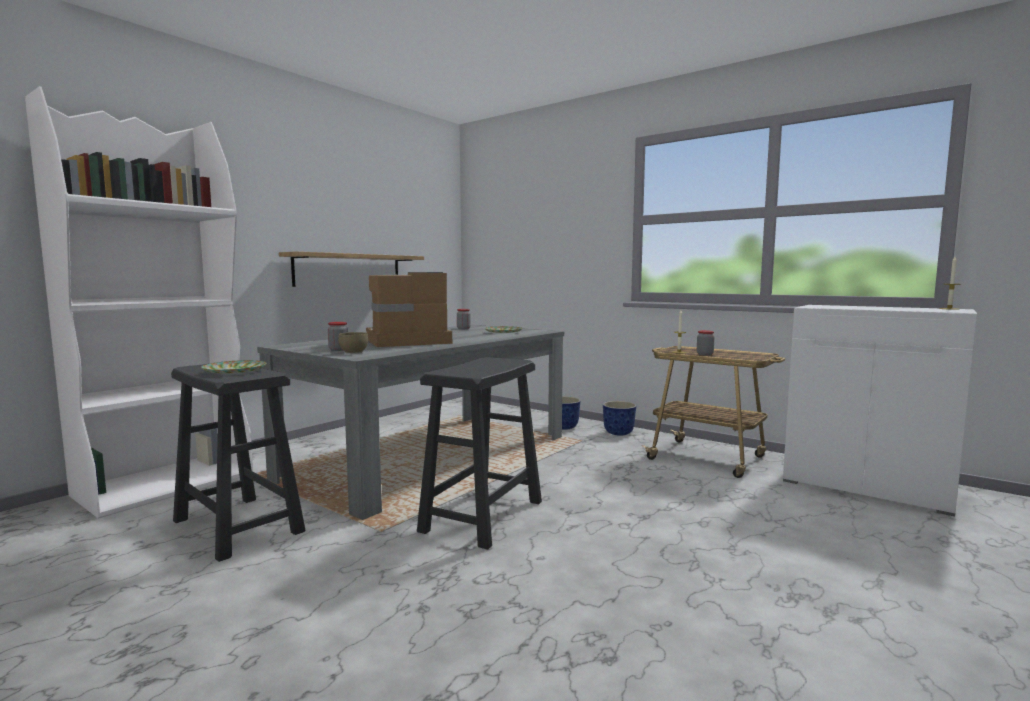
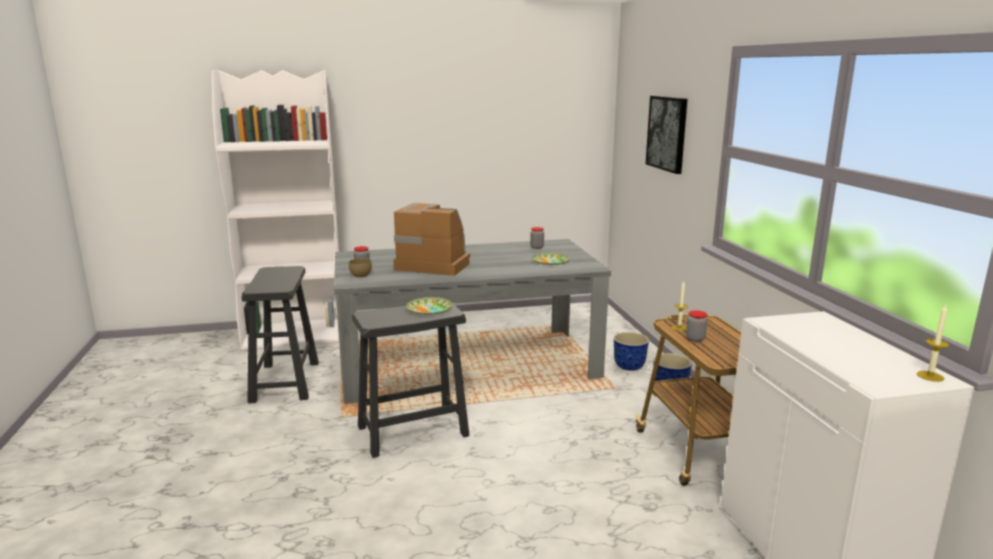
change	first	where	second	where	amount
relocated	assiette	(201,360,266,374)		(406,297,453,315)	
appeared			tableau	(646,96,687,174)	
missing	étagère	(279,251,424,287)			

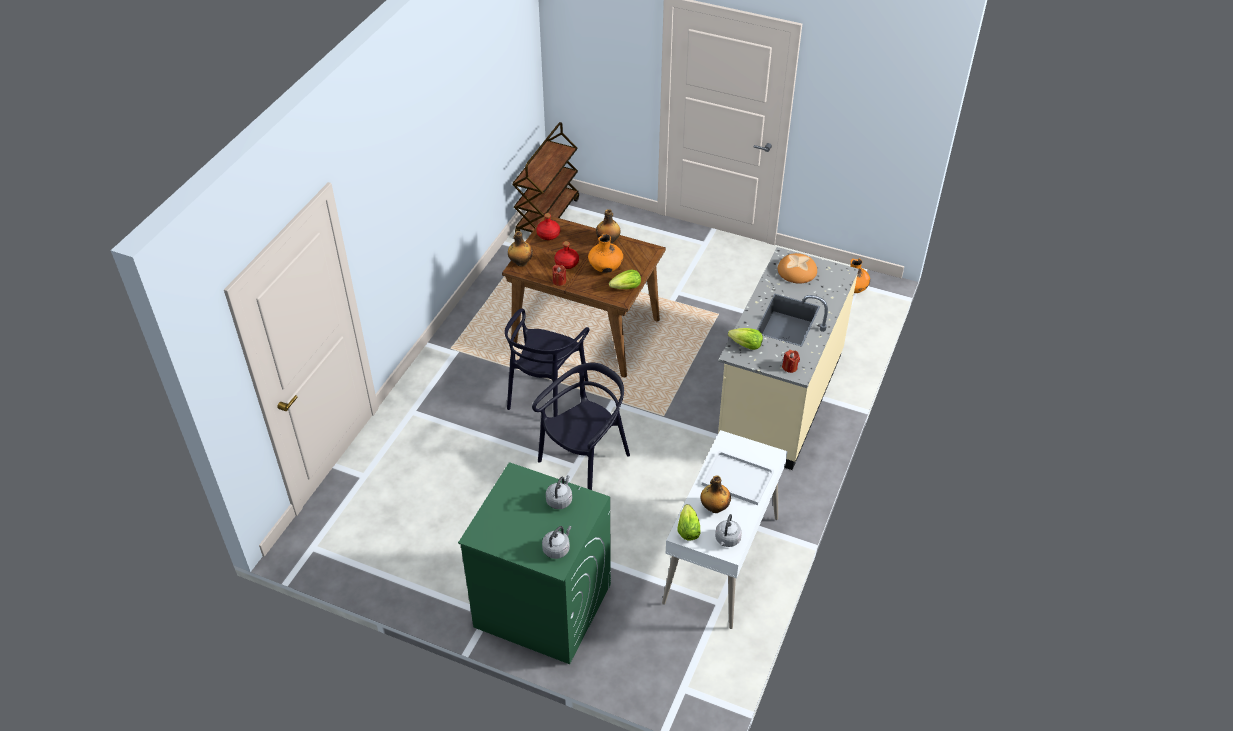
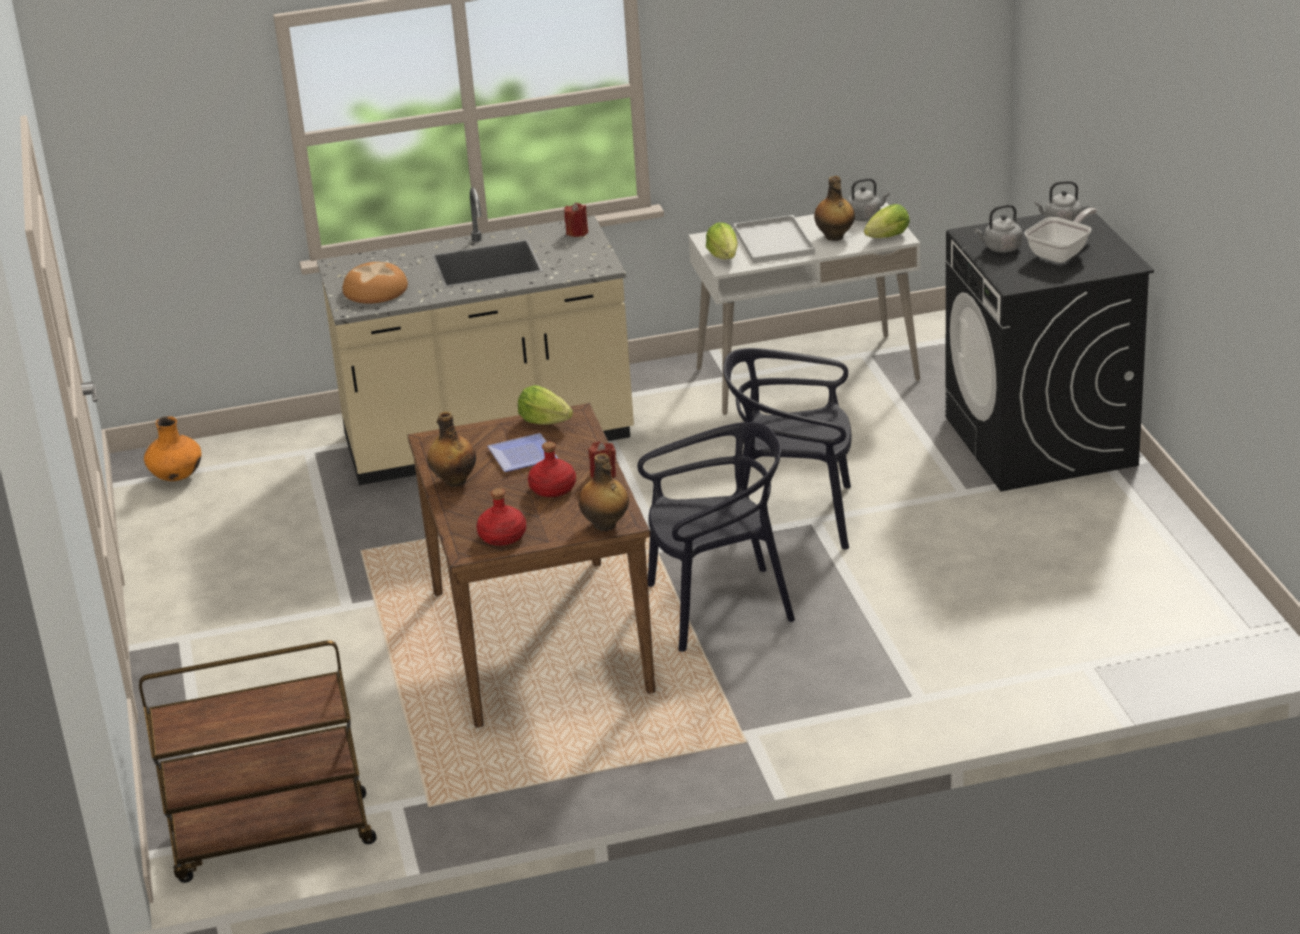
change	first	where	second	where	amount
exchanged	vase (orange)	(588,234,623,273)	assiette	(488,433,558,472)	
relocated	laitue	(728,328,763,350)		(706,223,737,259)	
colour	lave-linge (vert)	(458,462,611,664)	lave-linge (noir)	(945,206,1154,491)	
appeared			poêle	(1025,207,1097,263)	

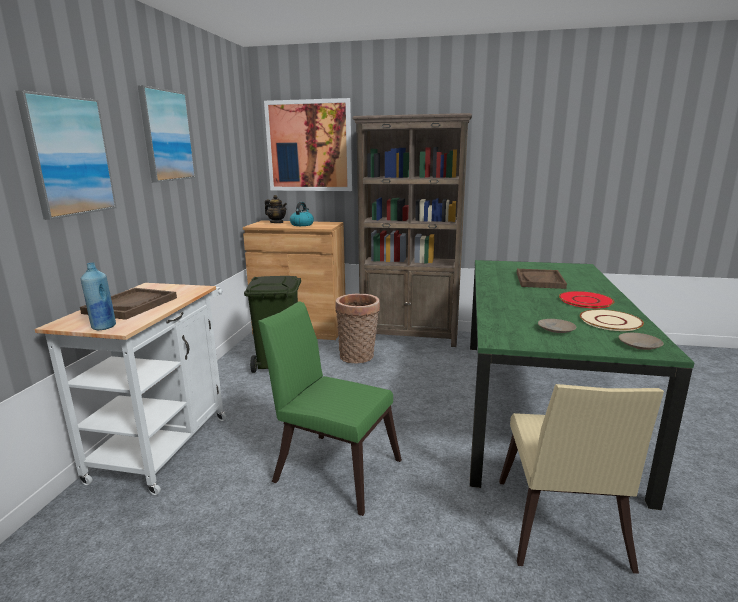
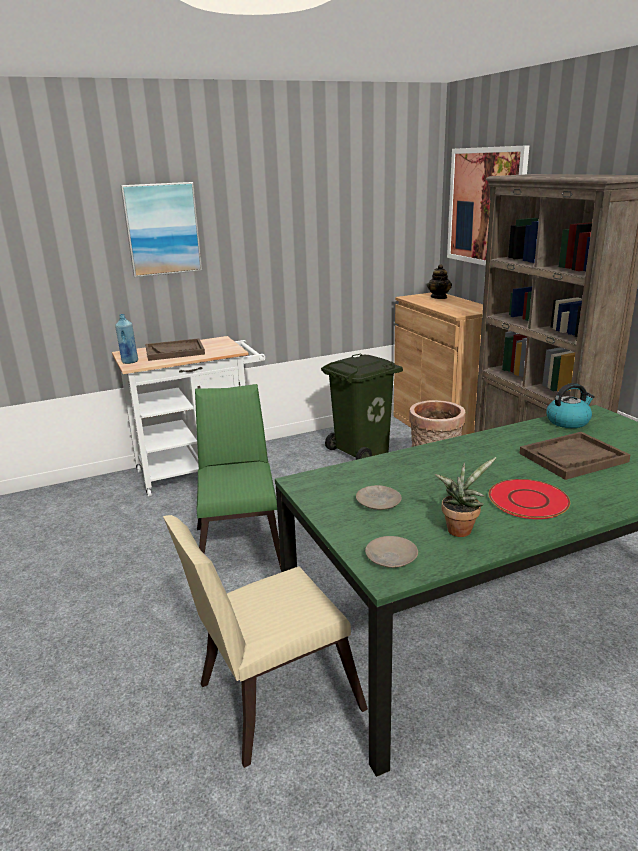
change	first	where	second	where	amount
exchanged	assiette (beige)	(580,309,644,331)	plante en pot	(435,457,497,537)	
relocated	bouilloire	(290,202,314,226)		(546,383,595,428)	
missing	tableau	(138,85,196,182)			

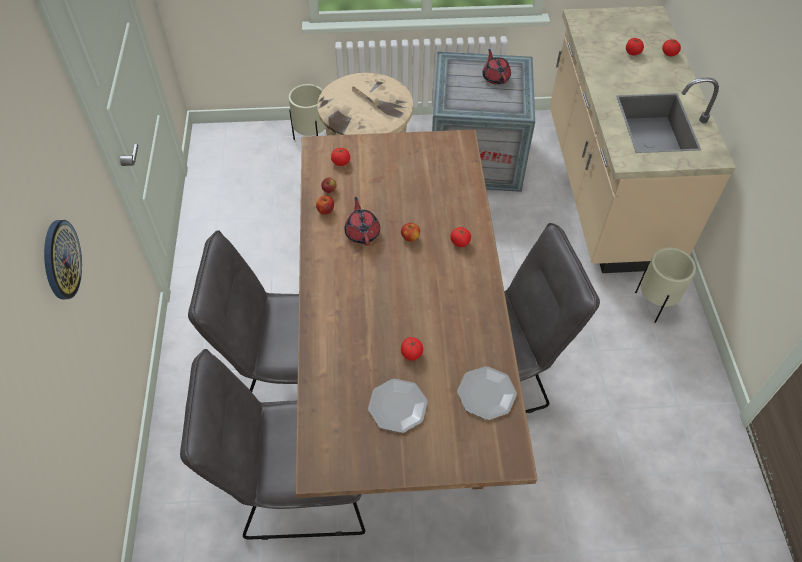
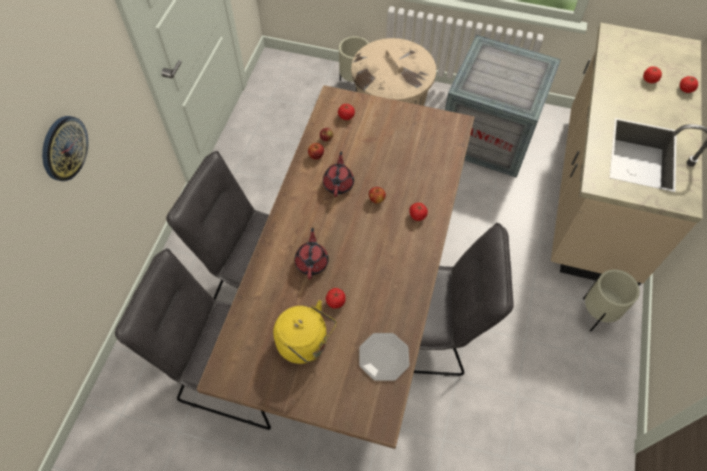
change	first	where	second	where	amount
exchanged	assiette	(368,379,428,433)	bouilloire (jaune)	(273,300,336,364)	
relocated	théière (rouge)	(482,49,511,85)		(295,228,329,279)	

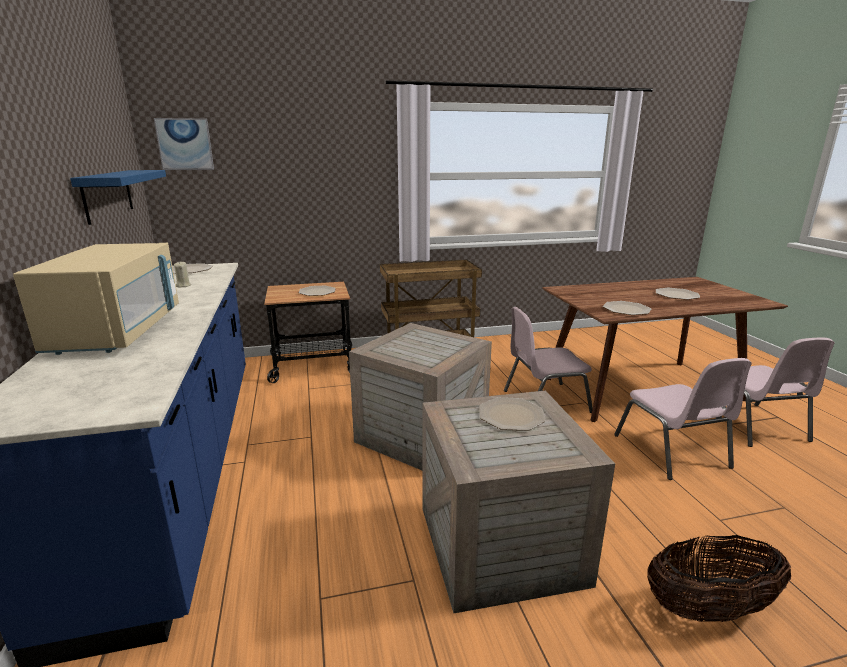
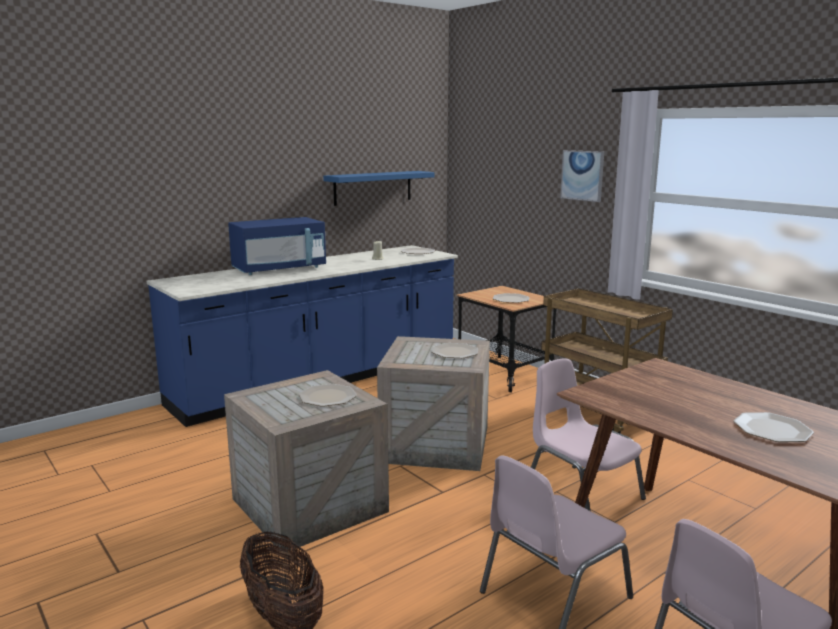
change	first	where	second	where	amount
colour	micro-ondes (beige)	(13,243,179,355)	micro-ondes (bleu)	(228,217,326,275)	
relocated	assiette	(603,301,651,315)		(432,343,478,358)	
relocated	tableau	(154,118,214,170)		(560,150,604,202)	

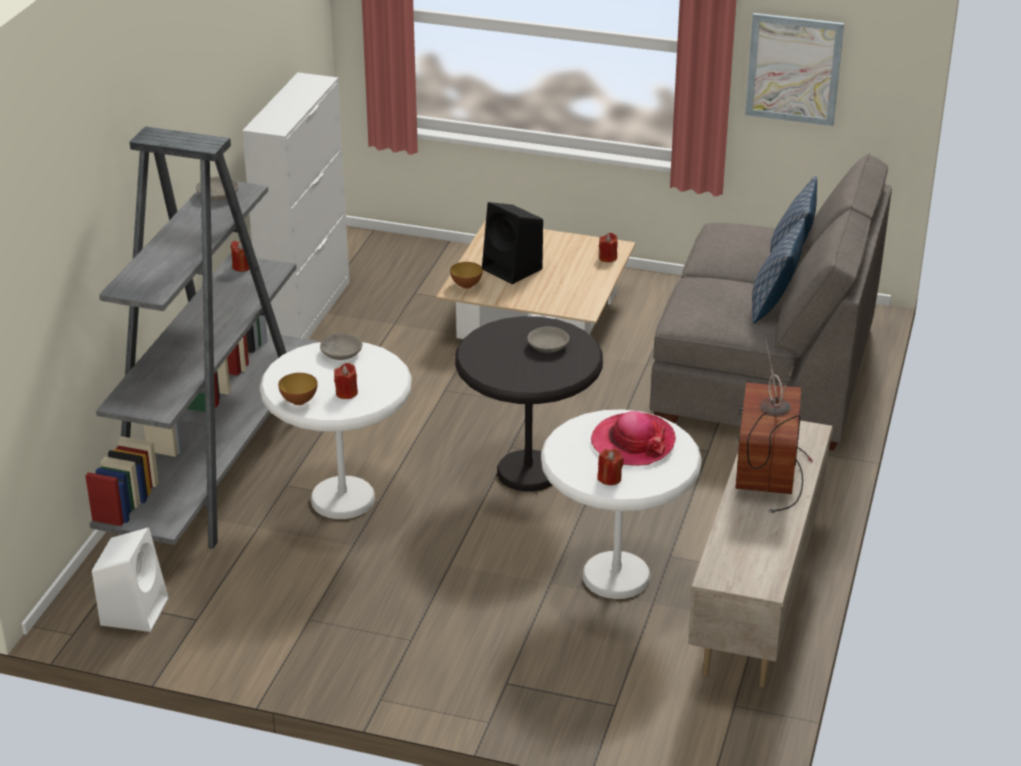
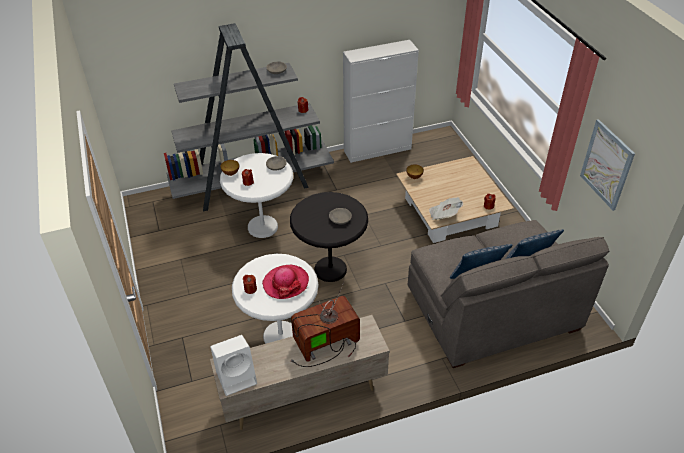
change	first	where	second	where	amount
relocated	enceinte (blanc)	(92,527,169,632)		(210,335,257,396)	
appeared			journal	(429,197,463,220)	
missing	enceinte (noir)	(482,202,543,284)			

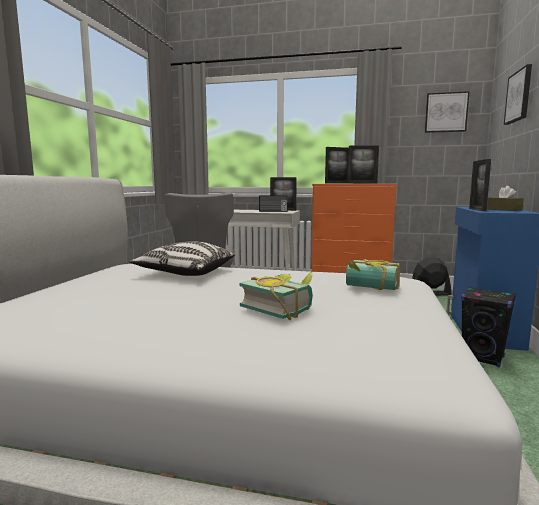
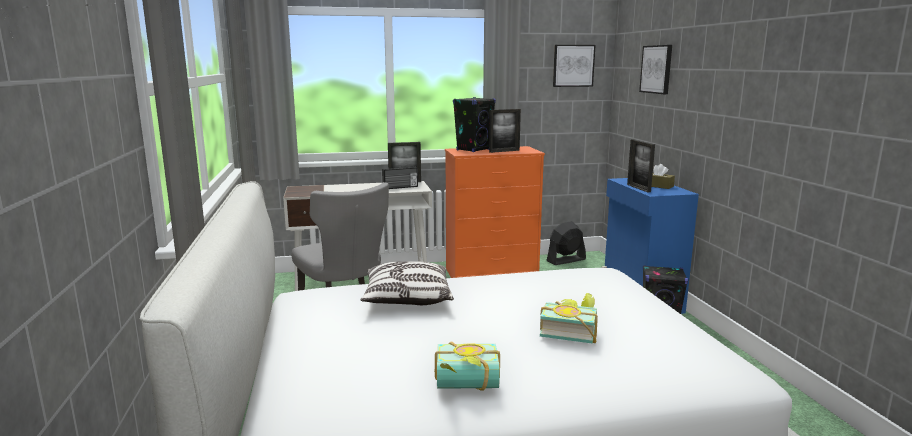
change	first	where	second	where	amount
relocated	livre	(346,259,400,290)		(434,342,500,391)	
exchanged	cadre photo	(325,147,349,184)	enceinte (noir)	(453,97,496,152)	

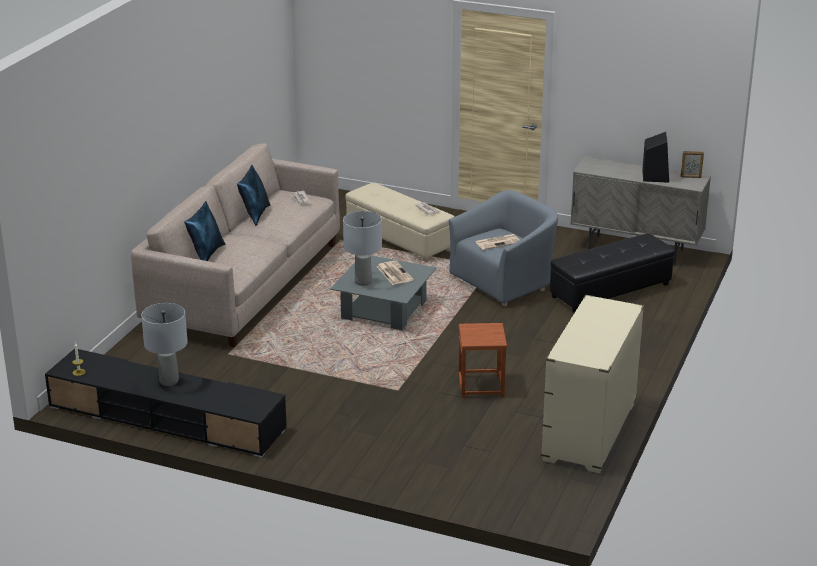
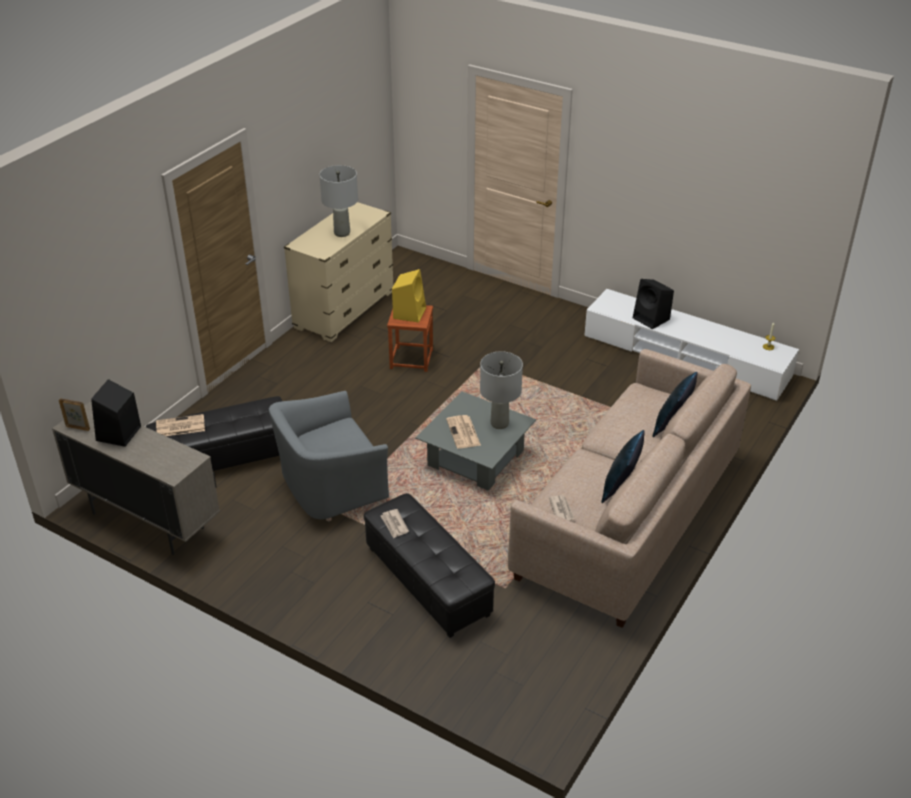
change	first	where	second	where	amount
relocated	journal	(475,234,520,250)		(156,414,205,436)	
relocated	lampe de table (gris)	(141,303,188,386)		(319,165,358,237)	
colour	pouf (beige)	(346,183,455,262)	pouf (noir)	(364,493,495,638)	
appeared			enceinte (jaune)	(392,269,426,323)	
colour	meuble télé (noir)	(45,349,287,458)	meuble télé (blanc)	(584,289,799,401)	
appeared			enceinte (noir)	(633,279,674,329)	

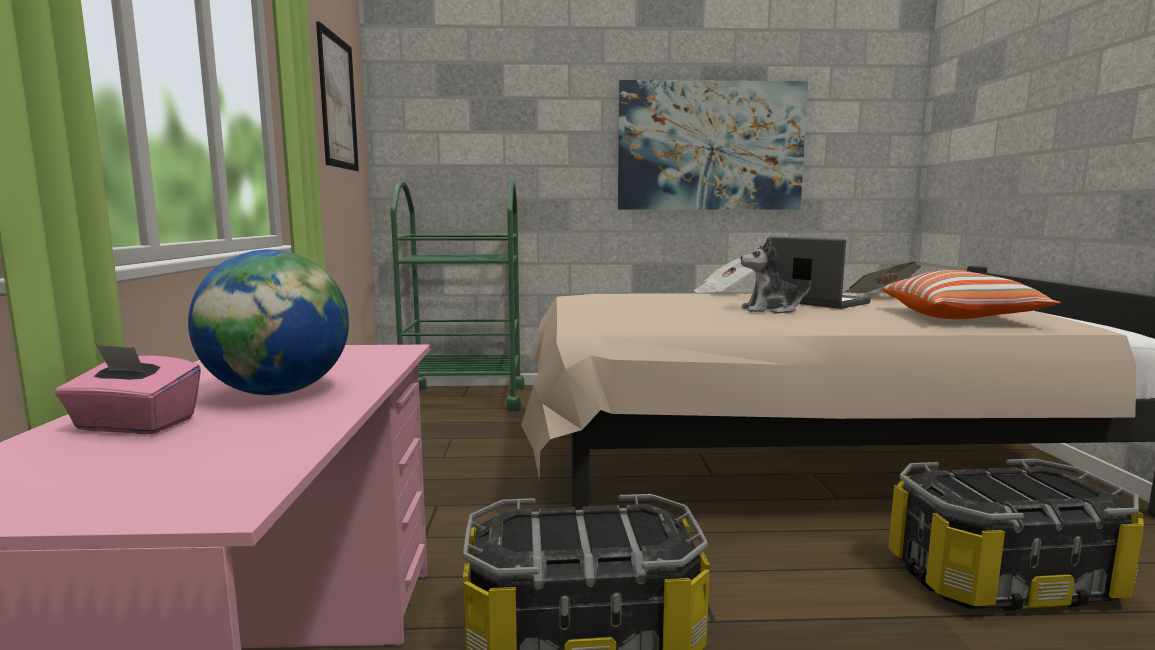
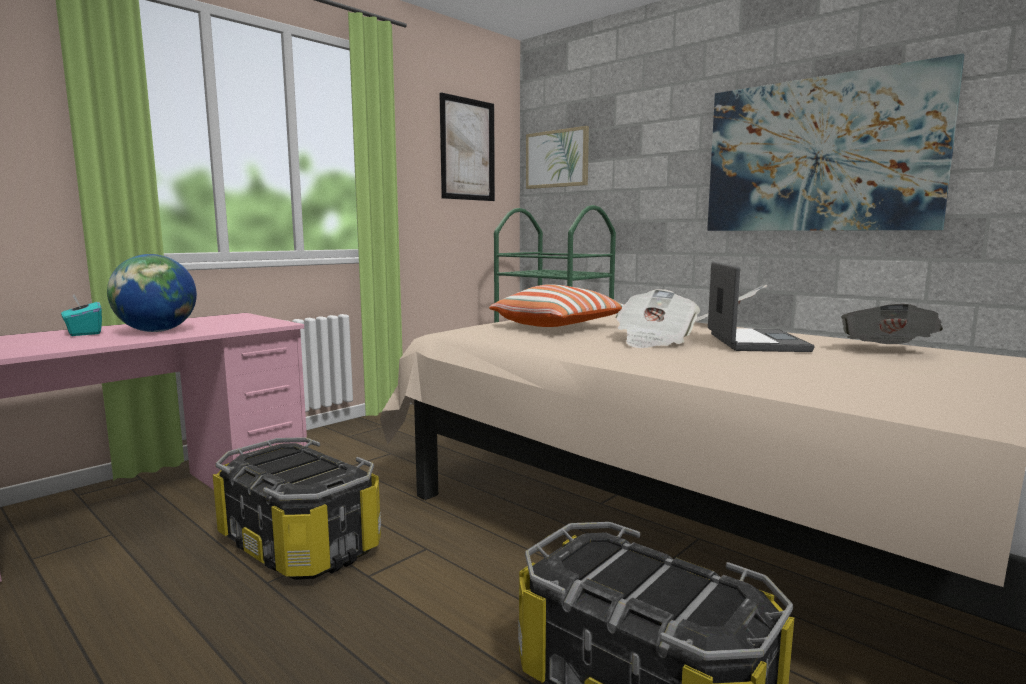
change	first	where	second	where	amount
colour	boîte à mouchoirs (rose)	(55,344,201,434)	boîte à mouchoirs (turquoise)	(61,294,102,336)	
relocated	coussin	(882,270,1061,319)		(489,284,624,327)	
appeared			tableau	(526,126,589,189)	
exchanged	peluche	(741,237,811,314)	journal	(616,289,700,348)	

